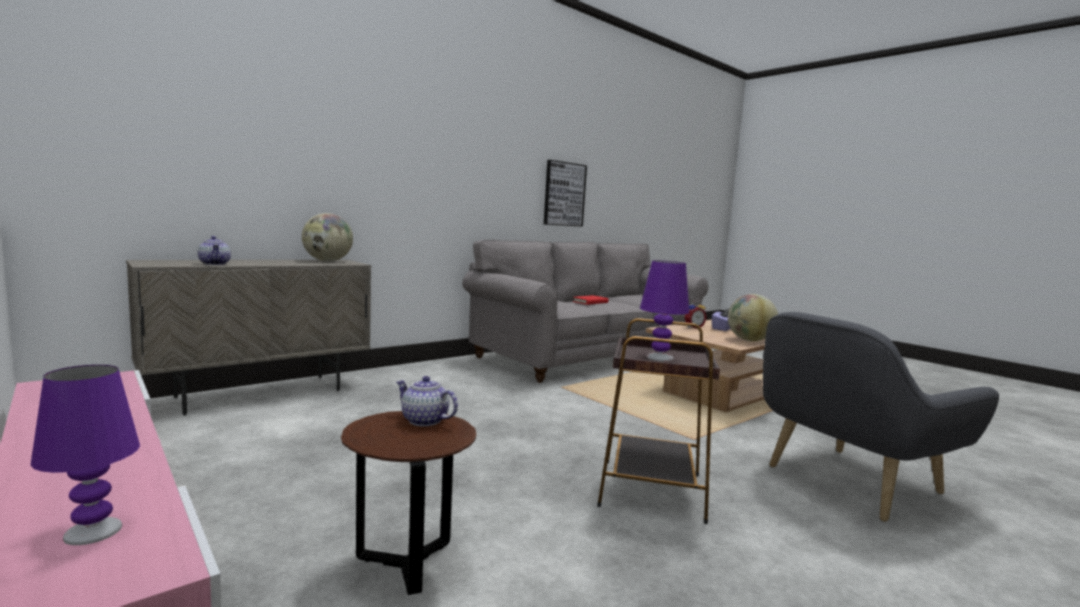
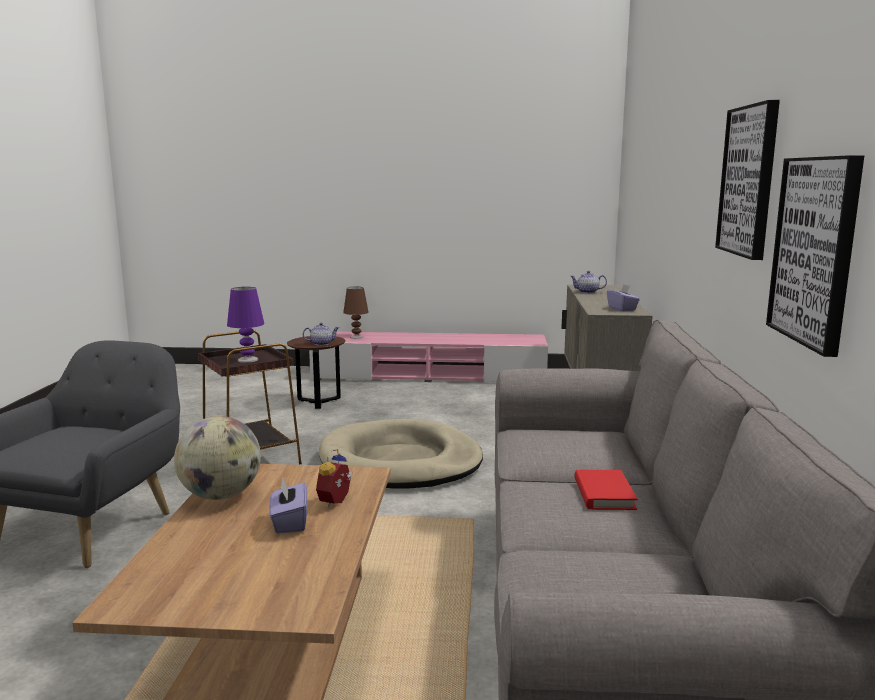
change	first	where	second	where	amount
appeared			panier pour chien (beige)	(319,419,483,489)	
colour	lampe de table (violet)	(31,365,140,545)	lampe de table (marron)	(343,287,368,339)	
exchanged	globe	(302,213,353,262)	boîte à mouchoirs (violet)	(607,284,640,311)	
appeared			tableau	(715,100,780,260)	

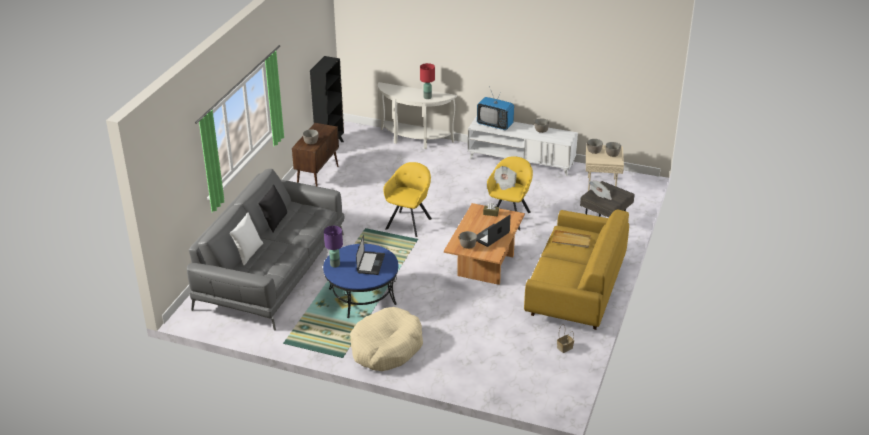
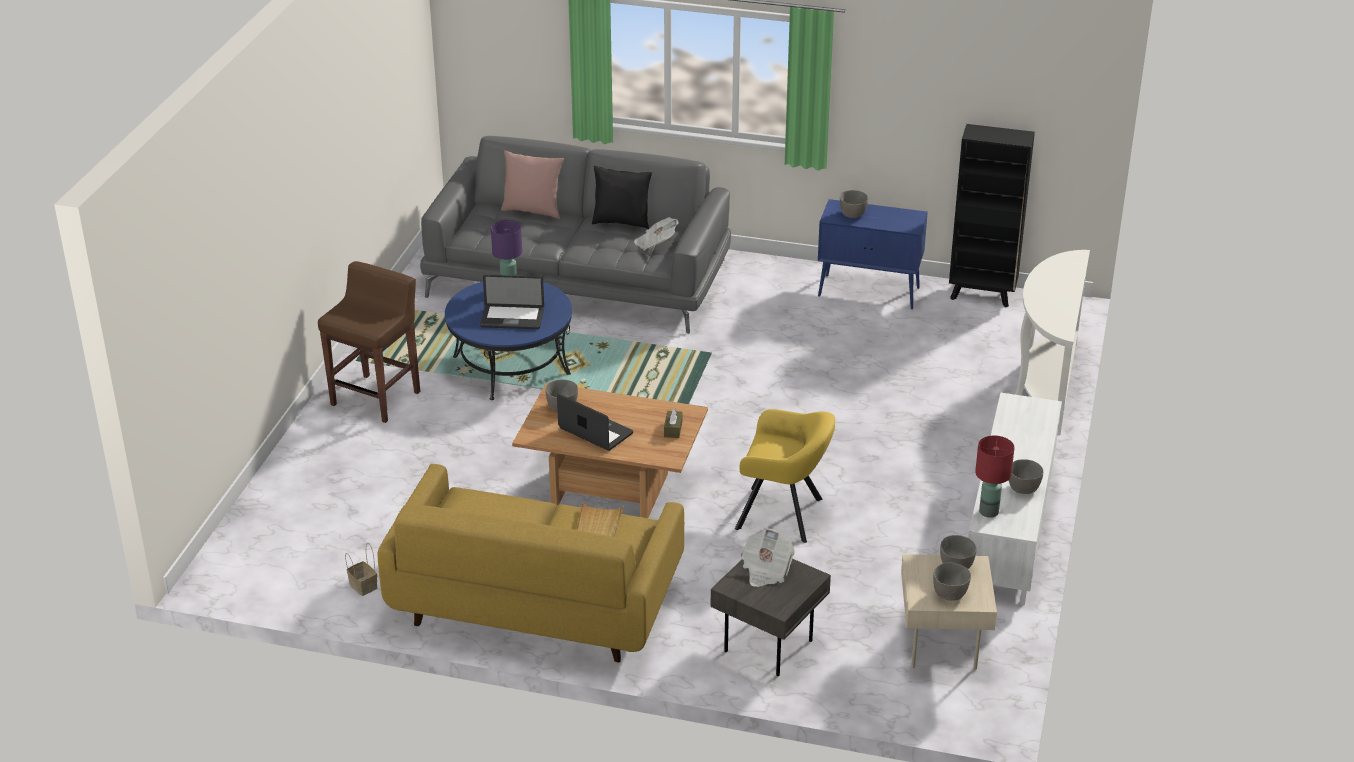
change	first	where	second	where	amount
exchanged	panier pour chien (beige)	(350,307,423,371)	tabouret (marron)	(318,261,420,423)	
colour	coussin (blanc)	(230,212,263,265)	coussin (rose)	(501,150,564,219)	
relocated	journal	(494,166,517,190)		(634,217,679,251)	
colour	meuble de rangement (marron)	(292,123,339,187)	meuble de rangement (bleu)	(818,199,928,309)	
relocated	lampe de table (rouge)	(420,63,435,99)		(975,435,1014,518)	
missing	fauteuil (jaune)	(383,162,432,237)			
missing	téléviseur	(477,86,514,130)			

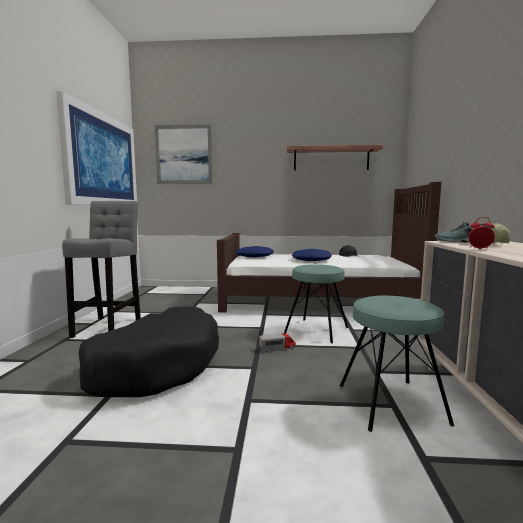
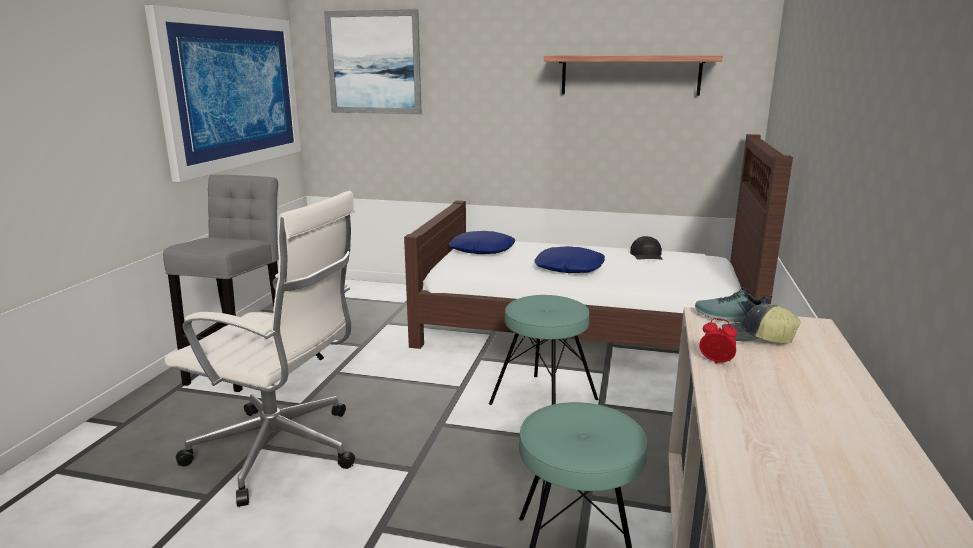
change	first	where	second	where	amount
exchanged	panier pour chien (noir)	(78,306,219,397)	chaise de bureau (blanc)	(165,191,356,507)	
missing	camion jouet	(259,333,296,352)			

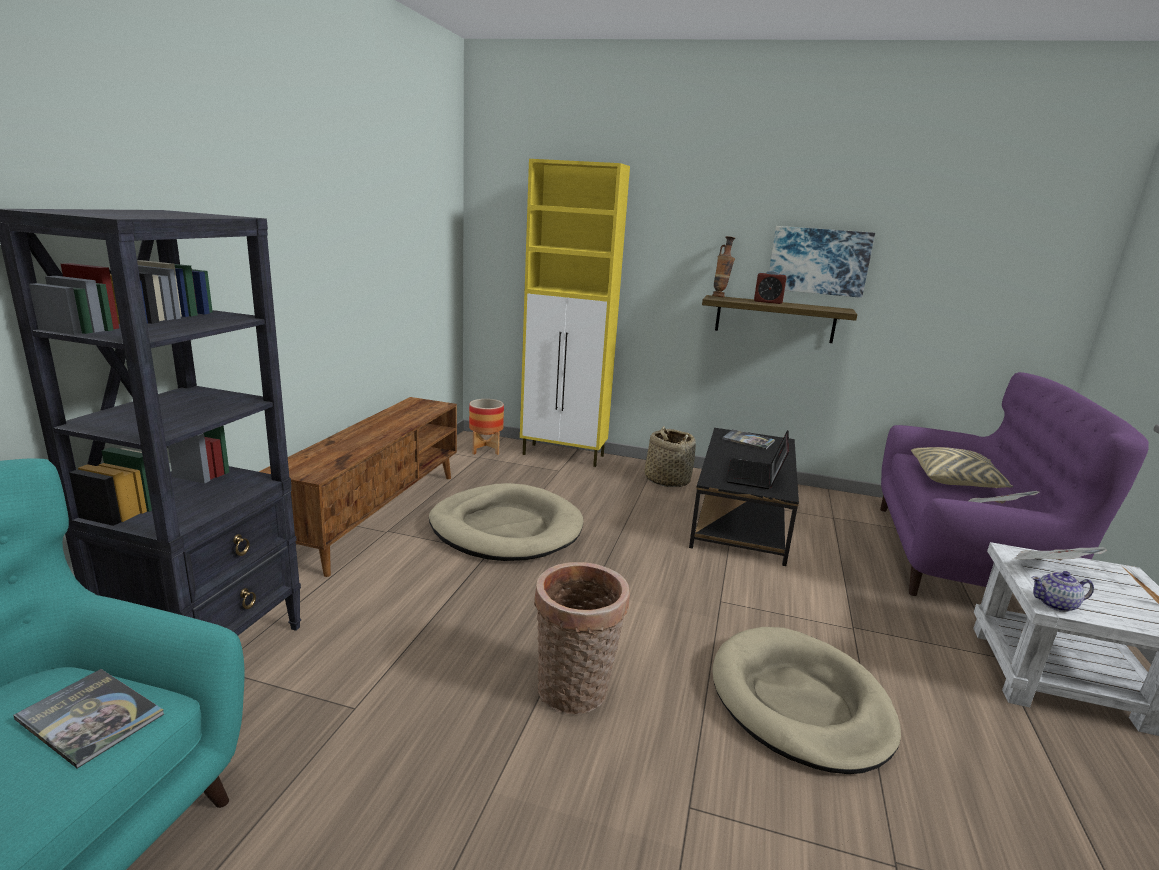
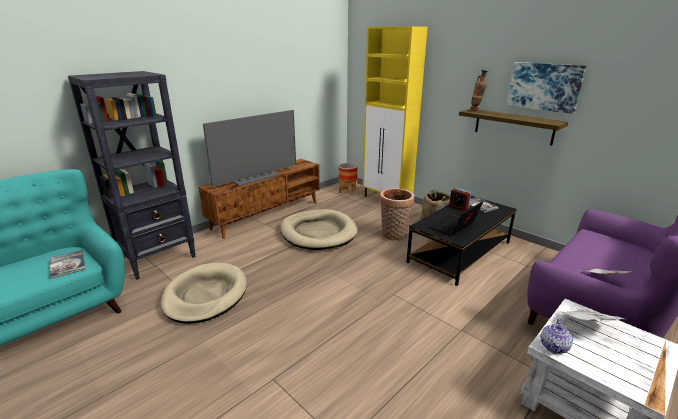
change	first	where	second	where	amount
relocated	panier pour chien (beige)	(712,627,901,774)		(161,263,247,324)	
appeared			téléviseur	(203,110,296,187)	
relocated	panier	(534,562,630,714)		(380,188,414,241)	
relocated	réveil	(754,271,787,304)		(449,188,471,211)	
spun	théière	(1032,571,1094,612)		(541,319,573,354)	90 degrees counterclockwise
missing	coussin (beige)	(911,447,1013,488)			

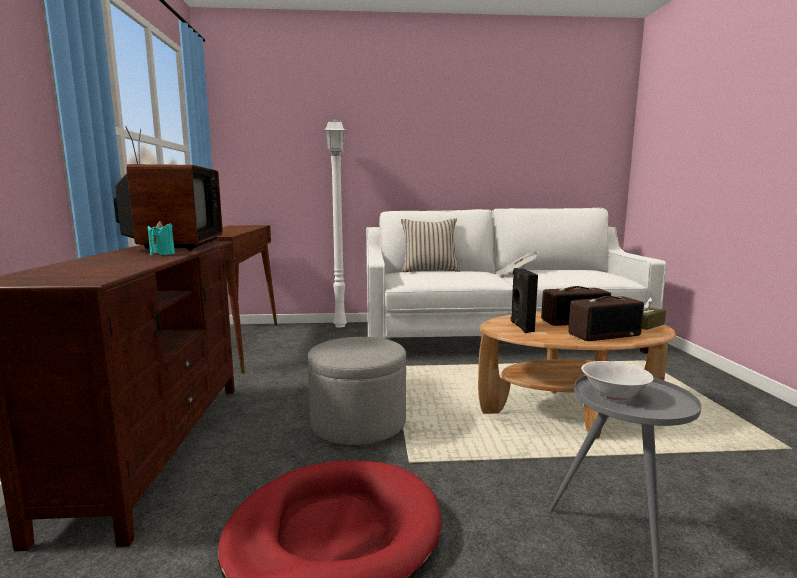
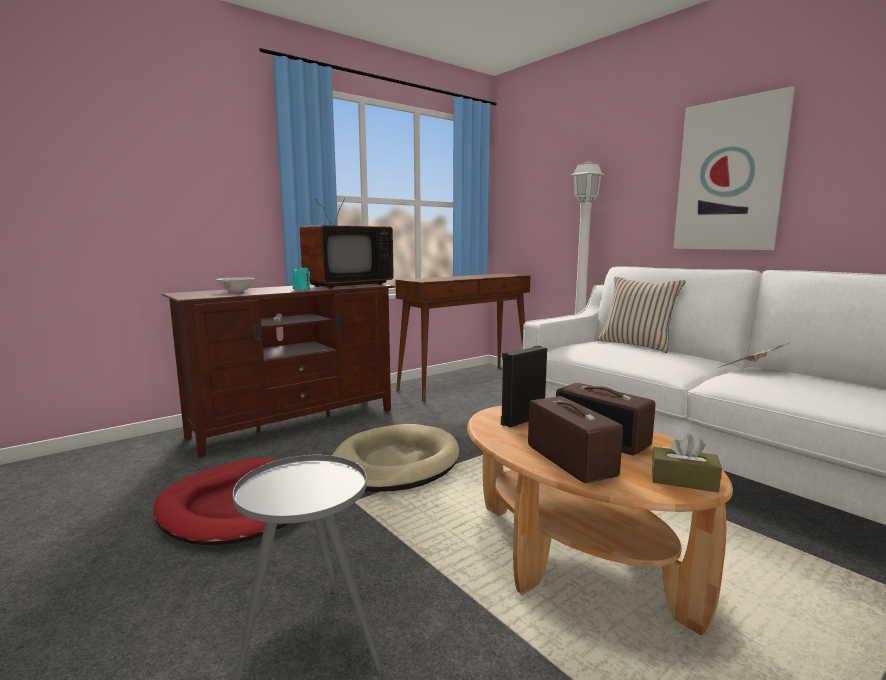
change	first	where	second	where	amount
relocated	bol (blanc)	(581,361,654,400)		(216,277,255,293)	
exchanged	pouf (gris)	(308,337,406,445)	panier pour chien (beige)	(332,424,459,492)	
spun	radio	(568,296,644,341)		(528,396,623,483)	150 degrees counterclockwise
appeared			tableau	(673,86,795,250)	

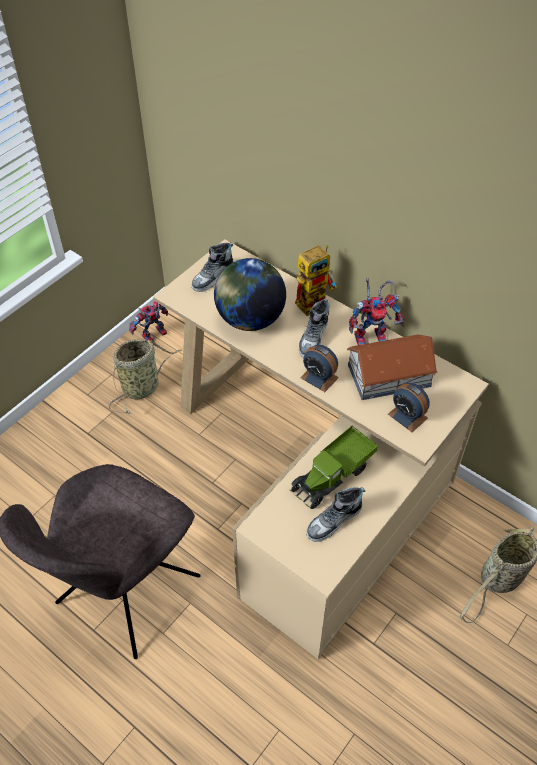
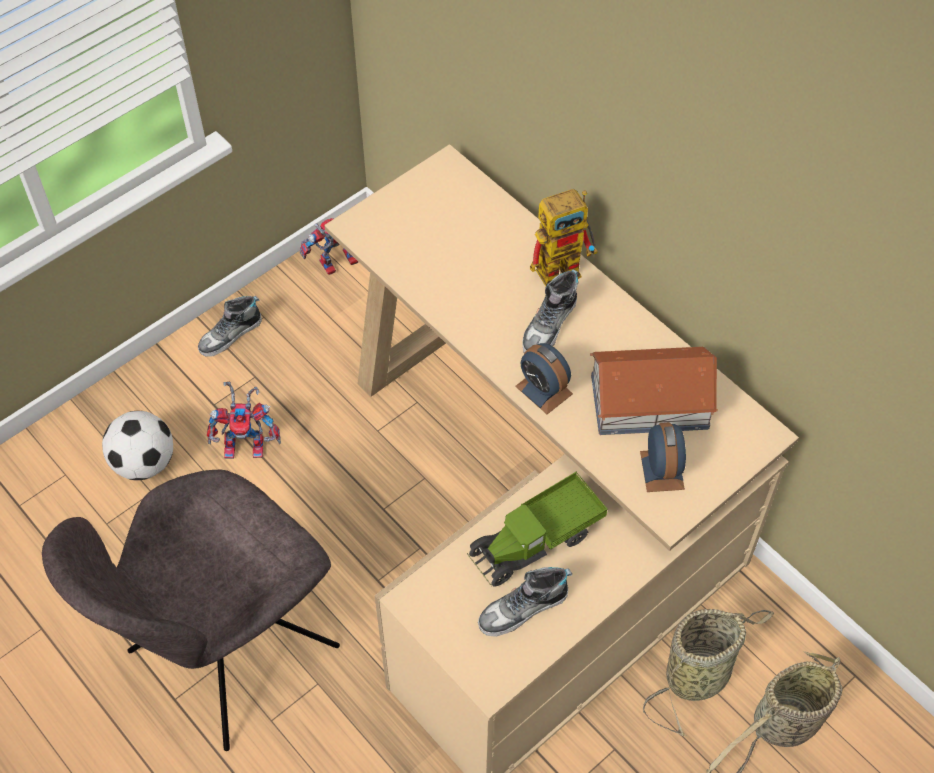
change	first	where	second	where	amount
appeared			ballon de foot	(102,411,173,480)	
relocated	chaussure	(192,243,233,292)		(198,296,262,357)	
relocated	robot jouet	(349,278,404,345)		(207,382,281,459)	
spun	réveil	(388,383,430,432)		(640,422,686,492)	150 degrees counterclockwise
relocated	panier	(109,339,182,414)		(643,609,774,736)	
missing	globe	(214,258,286,331)			

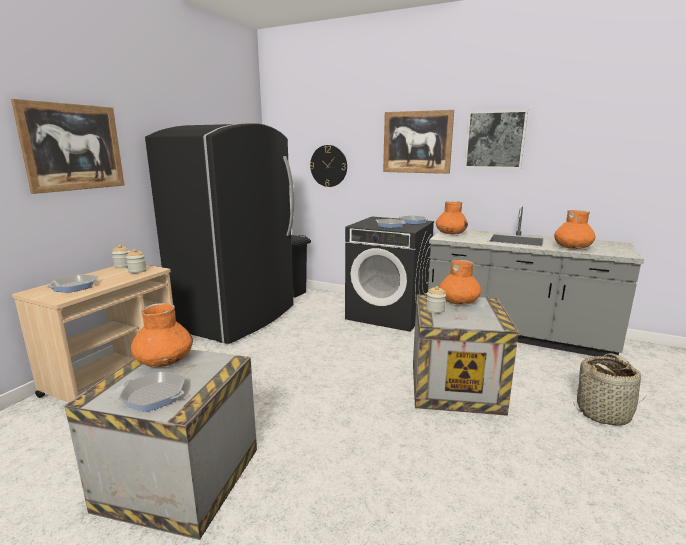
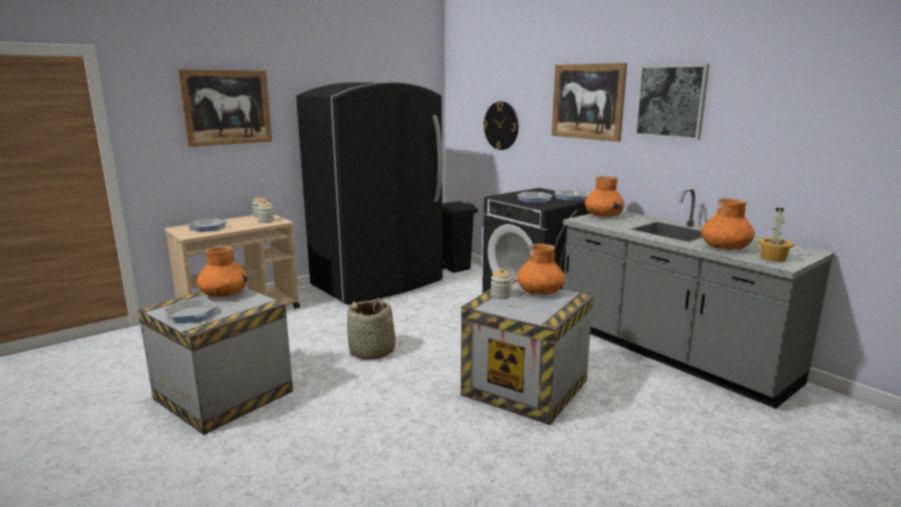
change	first	where	second	where	amount
relocated	panier	(573,353,647,426)		(347,298,400,360)	
appeared			plante en pot	(758,208,794,262)	

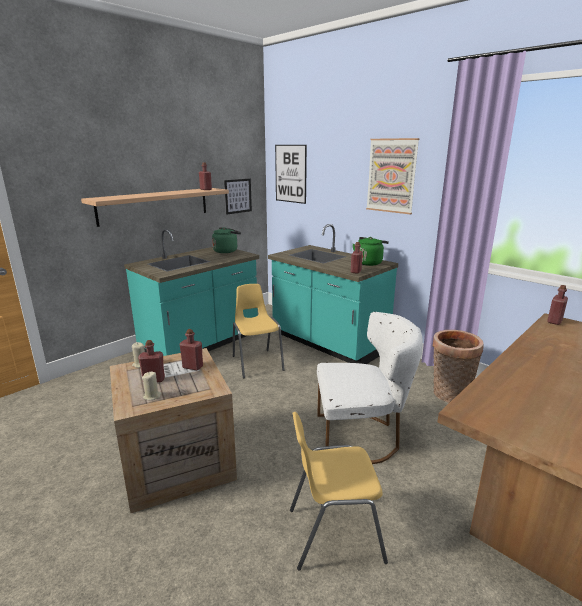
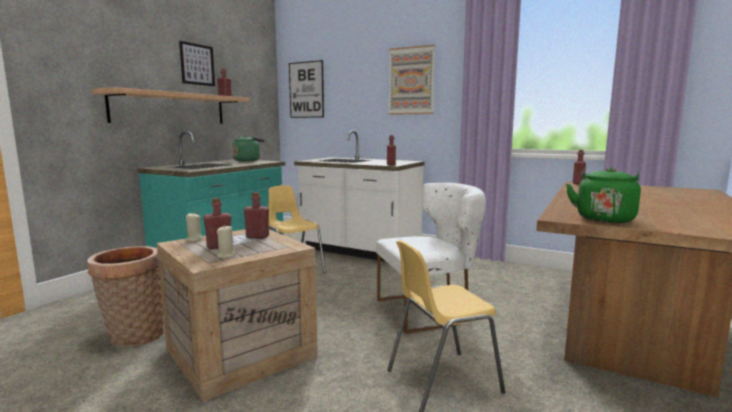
change	first	where	second	where	amount
relocated	panier	(432,330,484,403)		(88,246,164,347)	
relocated	tableau	(224,179,252,215)		(179,41,215,86)	
colour	comptoir de cuisine (turquoise)	(268,224,398,364)	comptoir de cuisine (blanc)	(294,130,425,262)	
relocated	bouilloire (vert)	(353,237,389,266)		(566,167,641,223)	

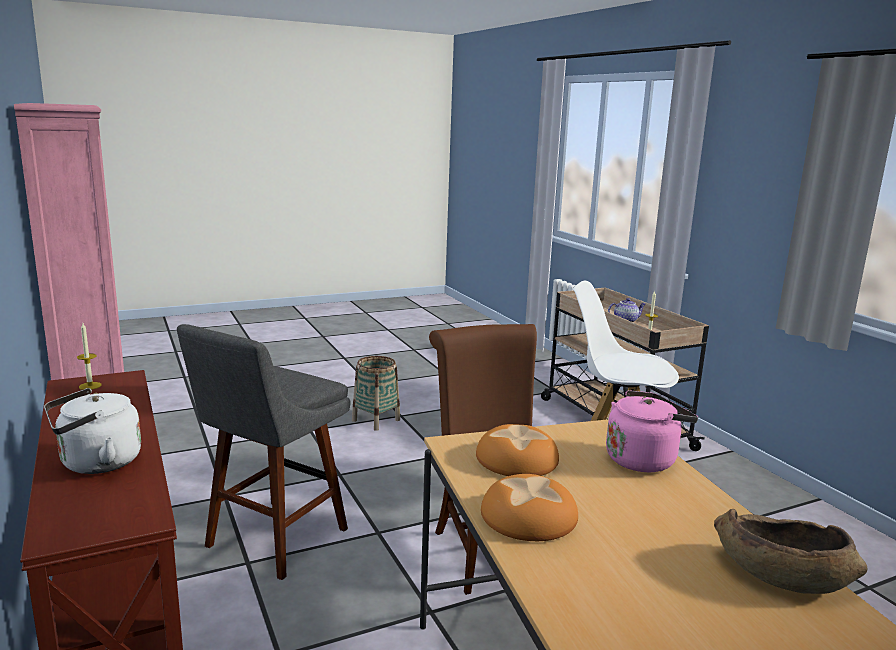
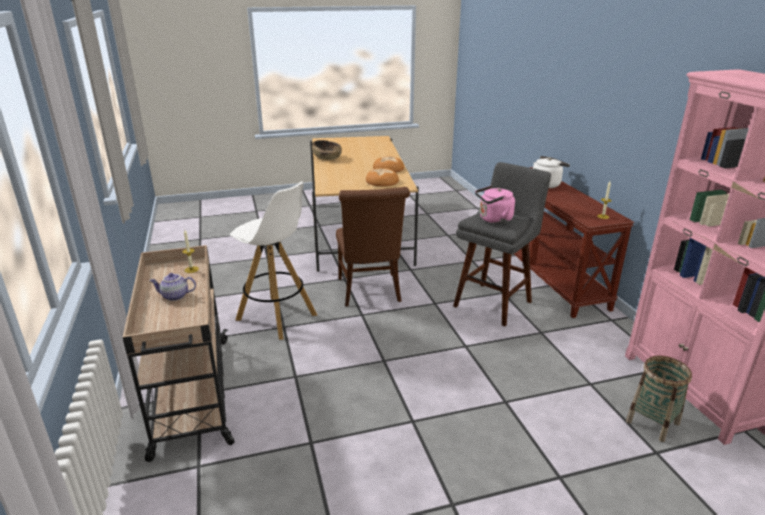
change	first	where	second	where	amount
relocated	bouilloire (rose)	(606,390,698,472)		(475,185,515,224)	
relocated	panier	(352,356,400,431)		(626,355,692,442)	

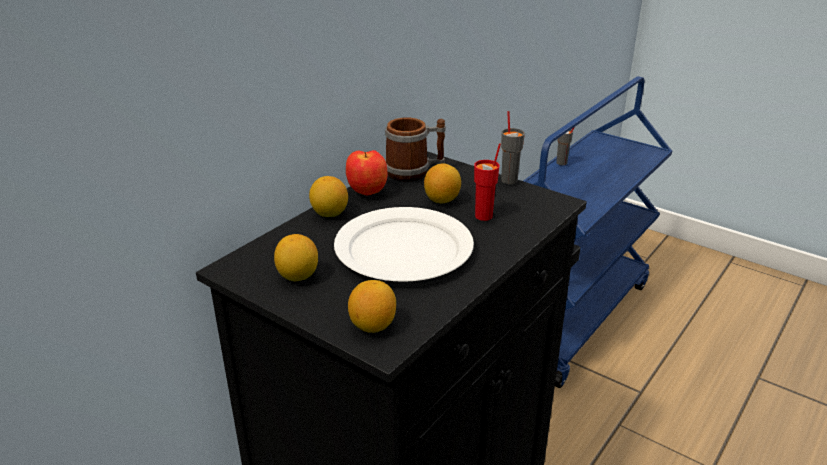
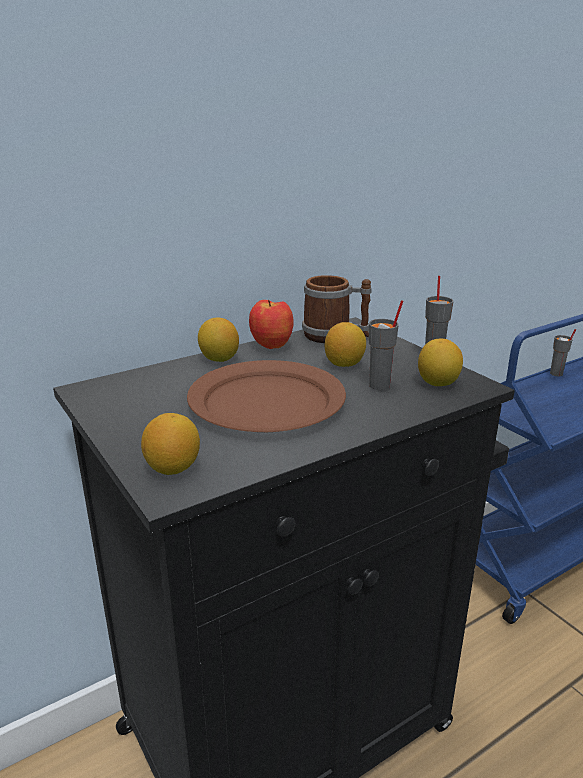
change	first	where	second	where	amount
colour	assiette (blanc)	(334,207,474,282)	assiette (marron)	(187,360,346,432)	
colour	tasse (rouge)	(474,143,501,221)	tasse (gris)	(369,300,403,390)	
relocated	citron	(274,234,318,281)		(418,339,463,386)	

